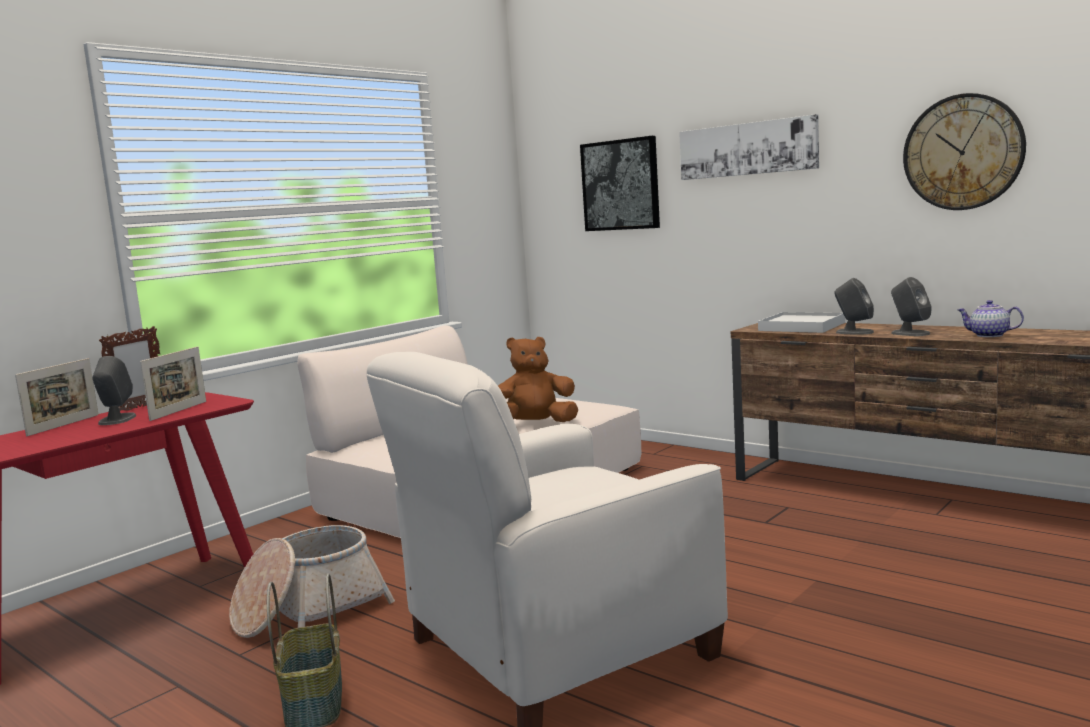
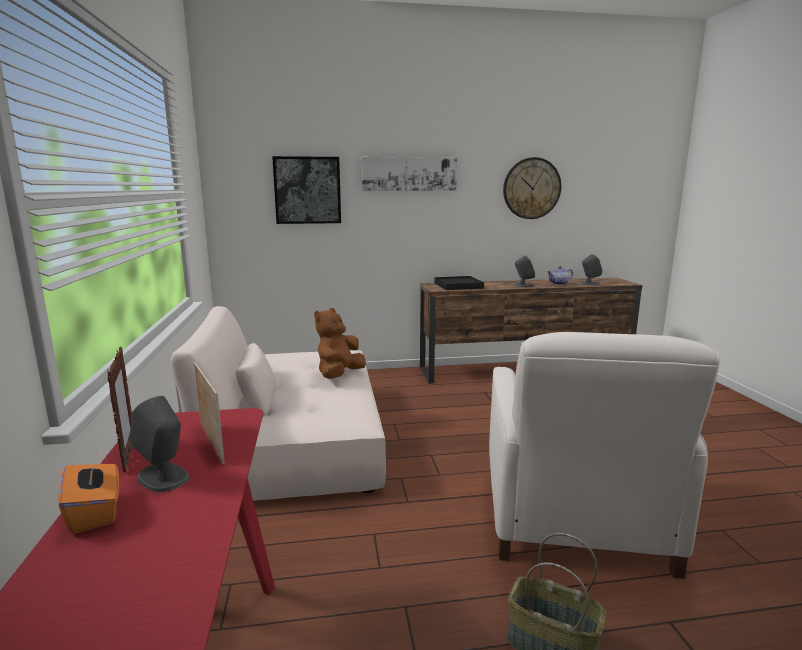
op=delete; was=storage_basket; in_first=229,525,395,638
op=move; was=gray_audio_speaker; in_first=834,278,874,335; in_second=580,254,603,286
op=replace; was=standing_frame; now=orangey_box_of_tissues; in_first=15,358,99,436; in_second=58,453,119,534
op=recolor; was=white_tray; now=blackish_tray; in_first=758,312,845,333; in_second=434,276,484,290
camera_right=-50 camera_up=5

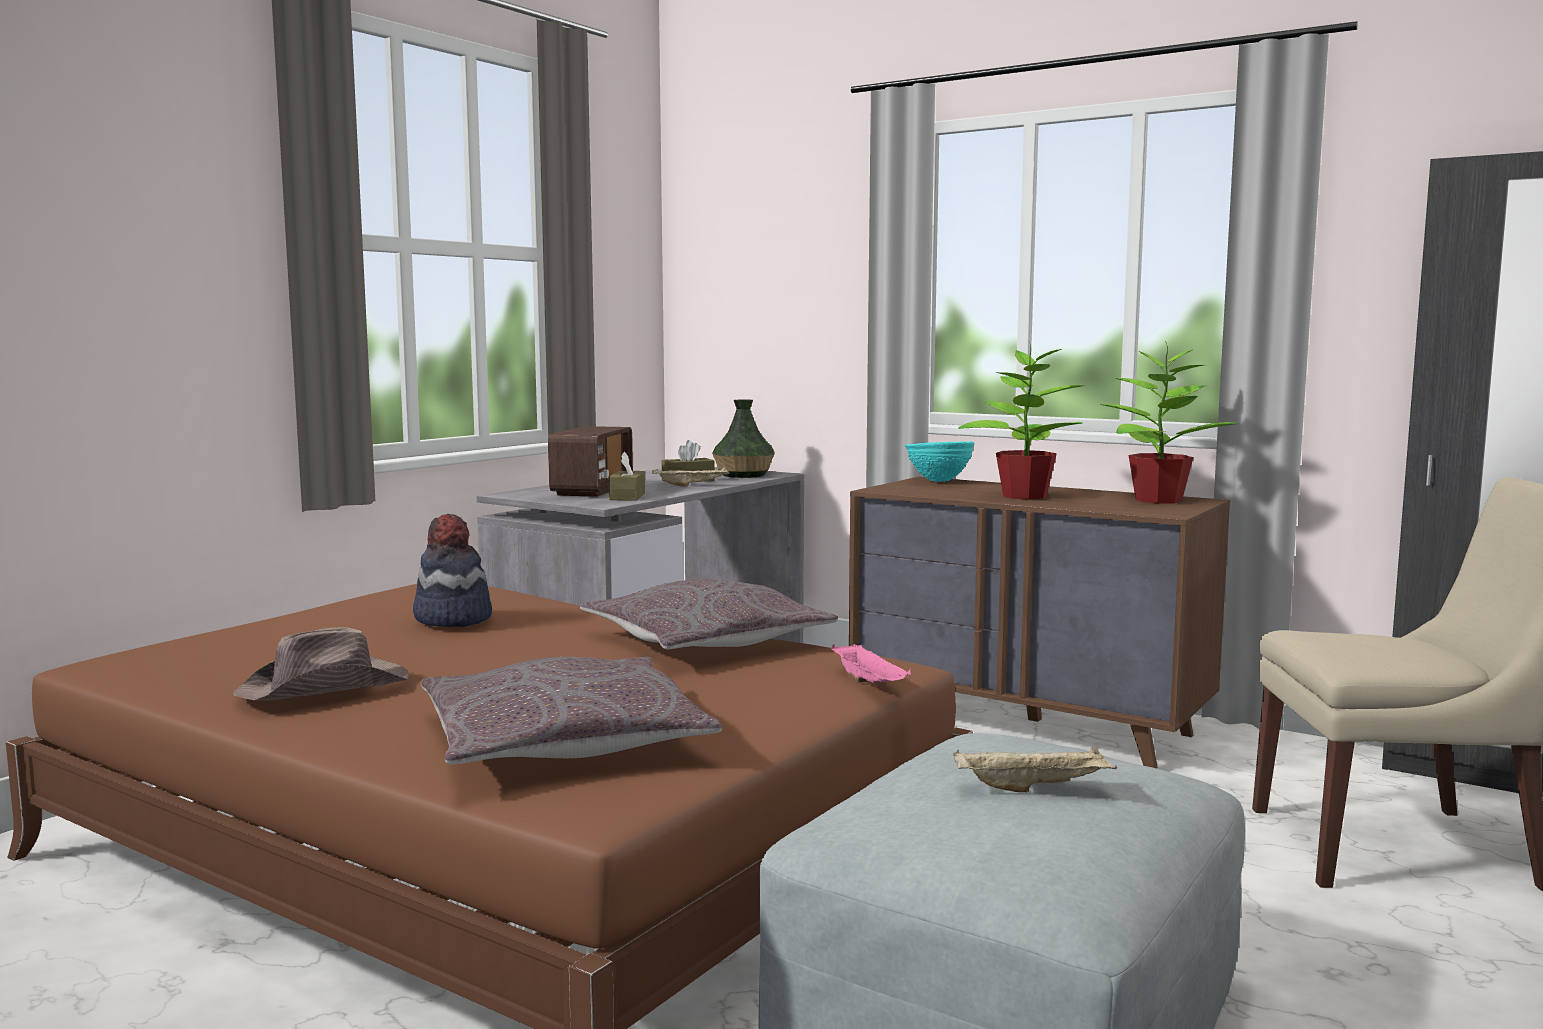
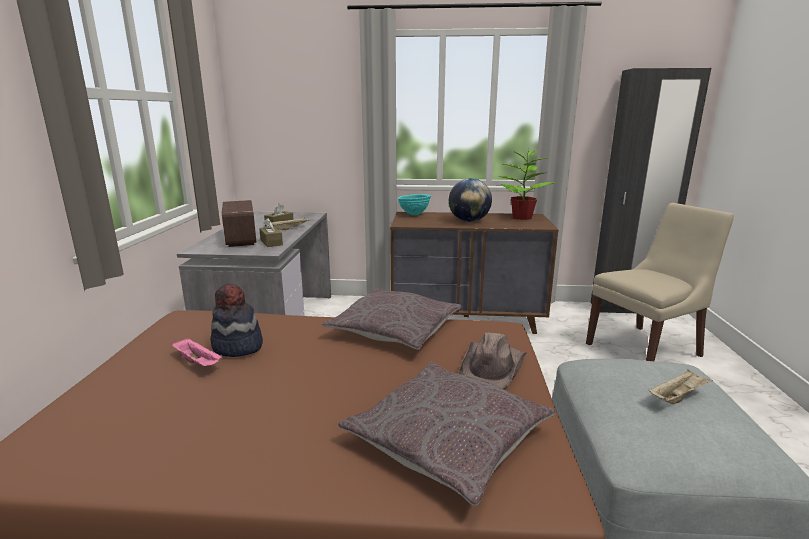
op=delete; was=decorative_vase; in_first=712,399,775,478
op=move; was=brown-coloured_wearable_hat; in_first=233,627,409,701; in_second=458,333,527,389
op=move; was=pink_tray; in_first=831,644,911,683; in_second=172,338,222,366
op=replace; was=potted_plant; now=desk_globe; in_first=958,341,1085,500; in_second=449,178,492,222
camera_right=-30 camera_up=10

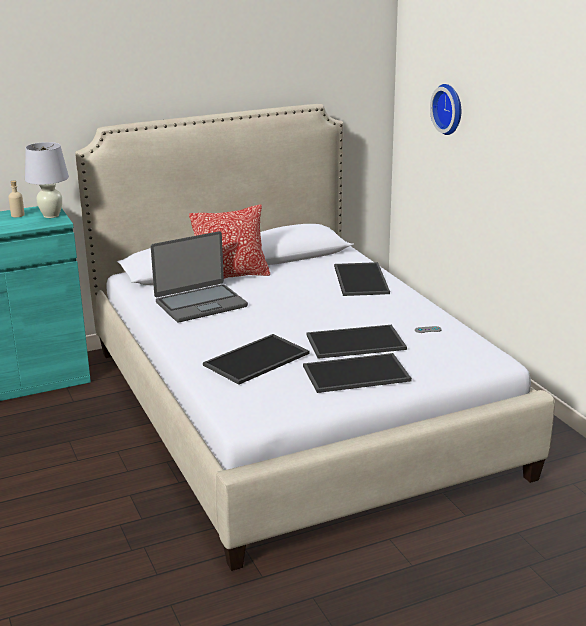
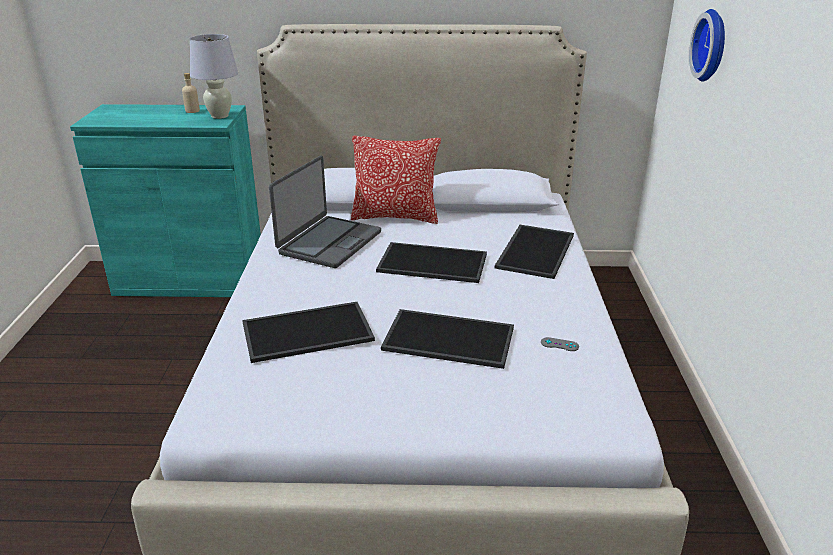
op=move; was=tray; in_first=303,353,412,393; in_second=376,242,487,283
op=rotate; was=portable_computer; in_first=151,231,248,322; in_second=269,156,381,268; clockwise=-60
camera_right=25 camera_up=5

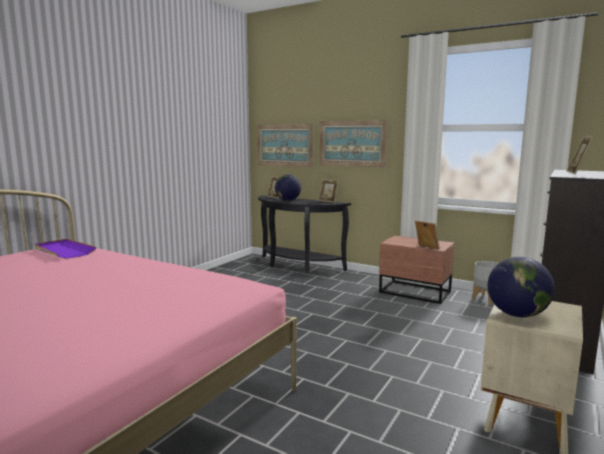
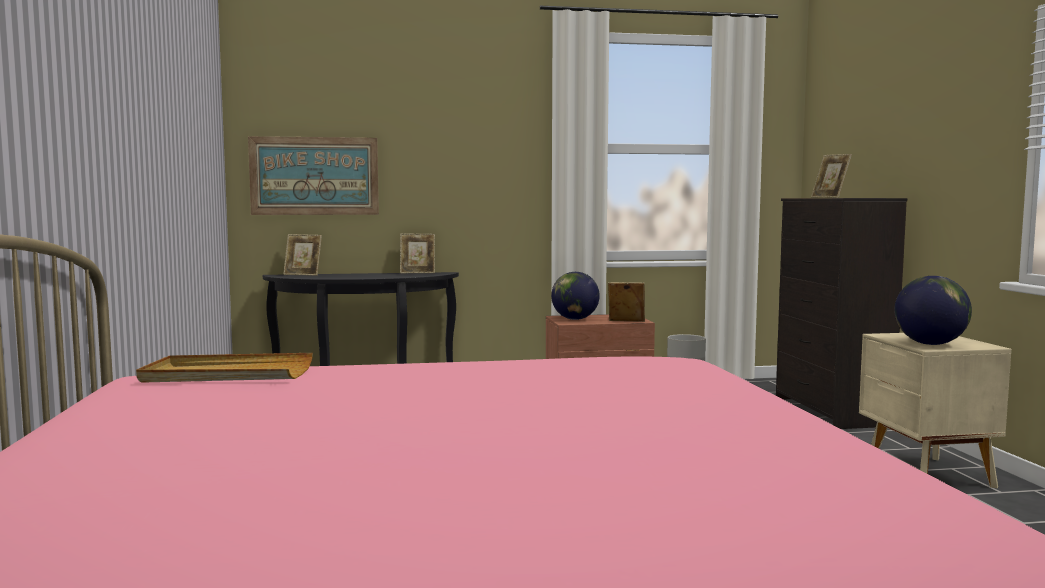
op=delete; was=wall_picture; in_first=319,120,387,168
op=move; was=desk_globe; in_first=275,174,301,201; in_second=551,272,600,320
op=recolor; was=purple-coloured_tray; now=beige_tray; in_first=34,239,96,259; in_second=136,353,313,383
camera_right=-40 camera_up=-5

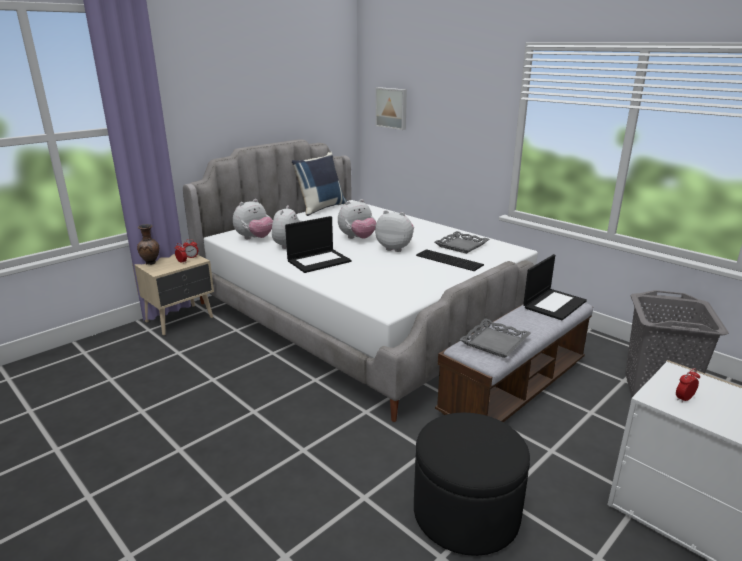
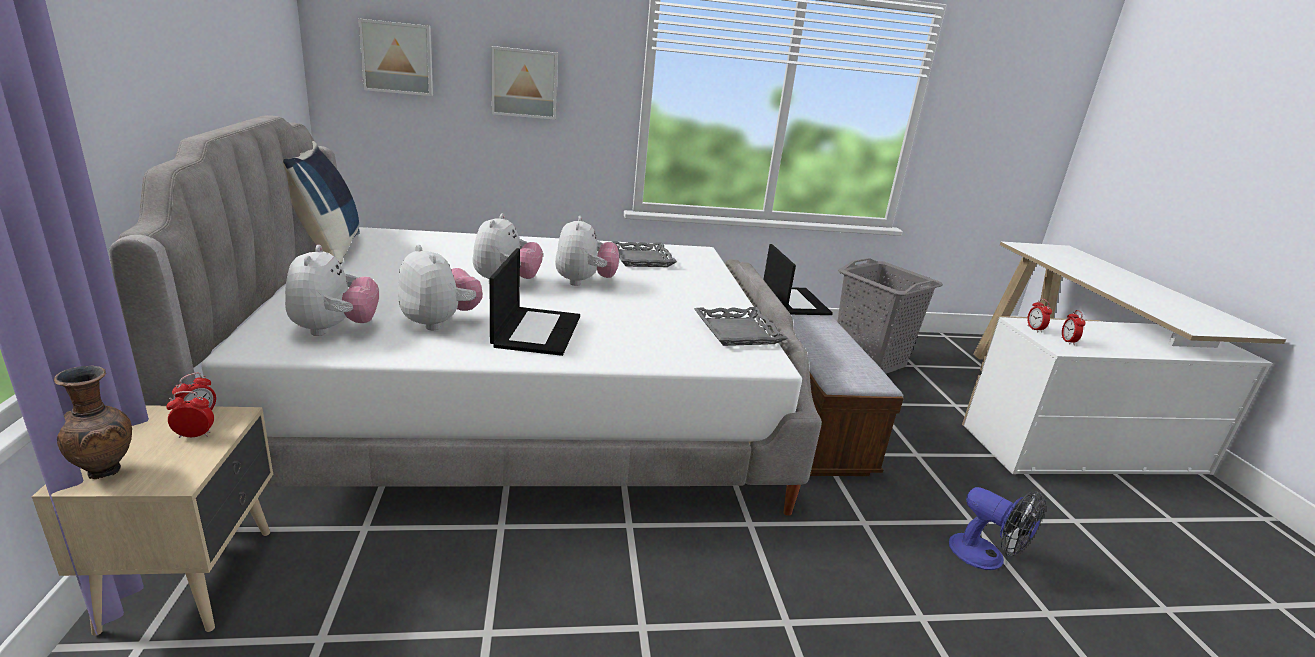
op=delete; was=keyboard; in_first=416,249,484,271
op=insert; now=wall_picture; in_second=491,46,558,120
op=insert; now=alarm_clock; in_second=1027,299,1052,333
op=move; was=gray_tray; in_first=459,318,531,358; in_second=694,307,788,346
op=replace; was=blackish_footrest; now=electric_fan; in_first=414,412,530,556; in_second=949,487,1046,570
op=rotate; was=plush_toy; in_first=375,210,414,252; in_second=555,216,619,286; clockwise=120
camera_right=-55 camera_up=0

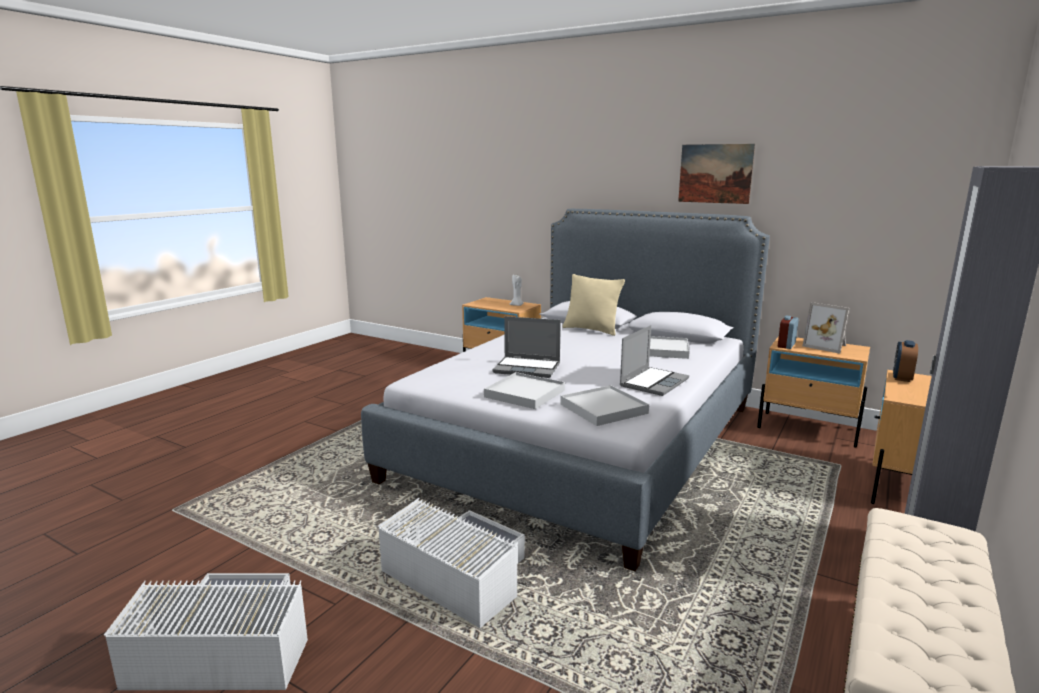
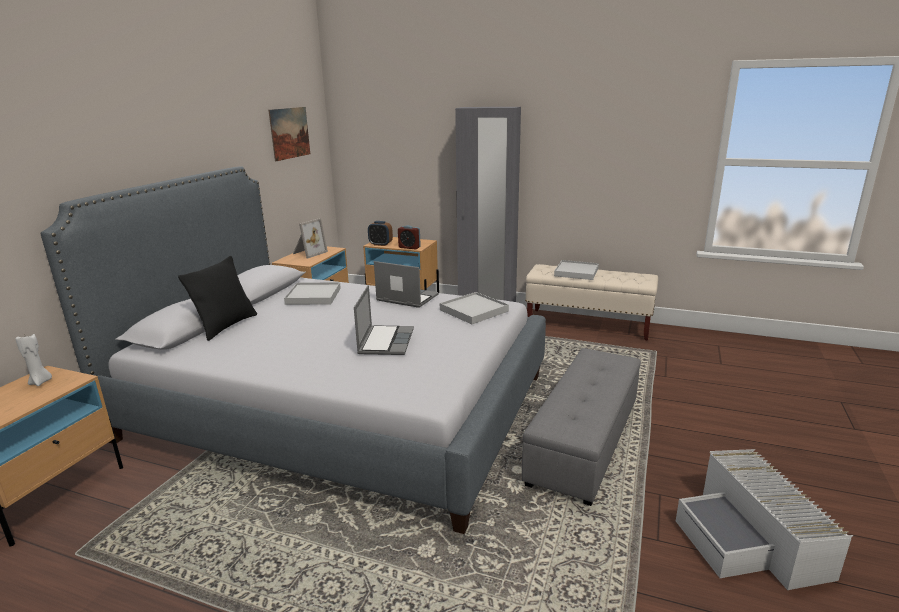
op=move; was=white_tray; in_first=484,372,565,409; in_second=554,260,599,280
op=move; was=wall_picture; in_first=678,144,755,204; in_second=268,107,310,161
op=move; was=alarm_clock; in_first=778,315,799,349; in_second=398,225,421,249
op=replace; was=white_storage_box; now=gray_footrest; in_first=378,498,525,628; in_second=522,348,641,506
op=recolor; was=beige_pillow; now=blackish_pillow; in_first=563,274,625,336; in_second=178,256,257,341
camera_right=-100 camera_up=5

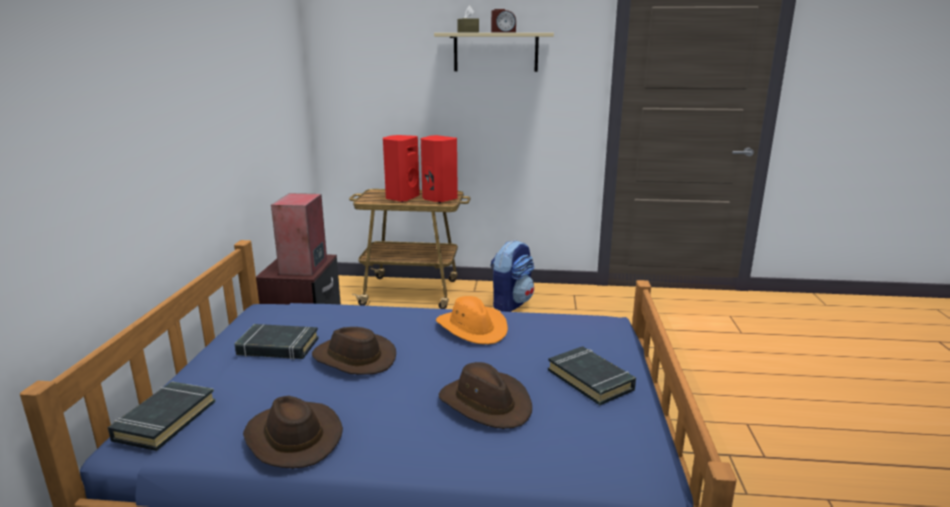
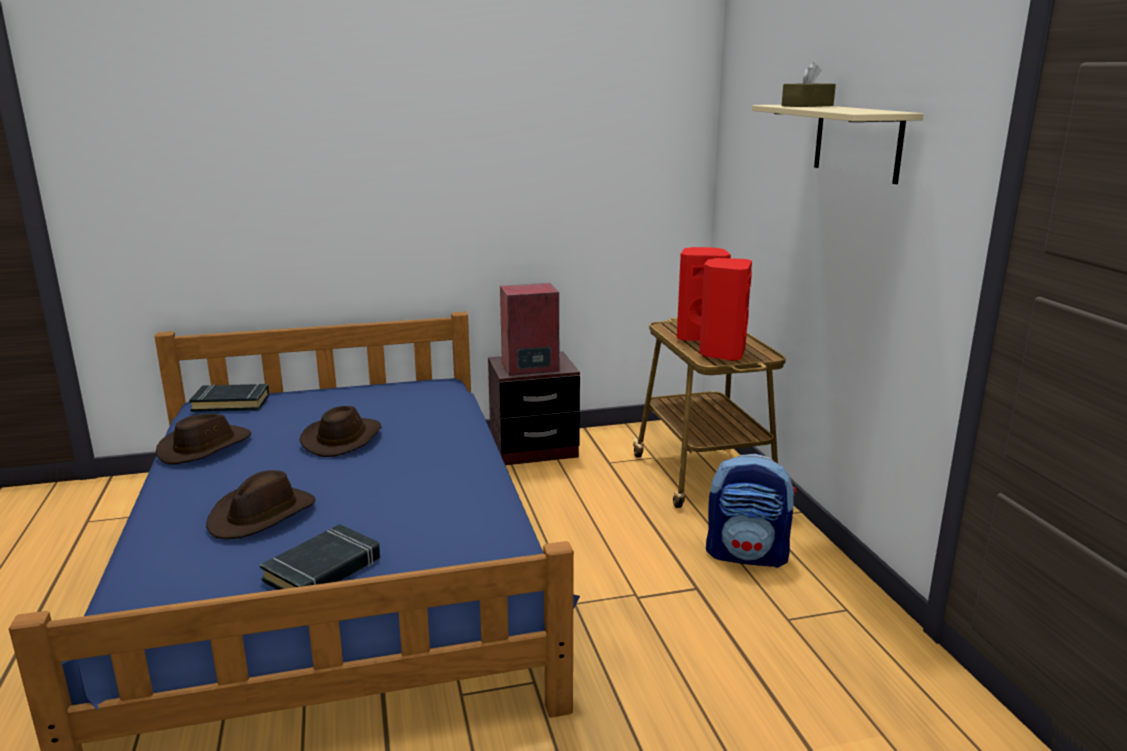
op=delete; was=blackish_volume; in_first=234,324,319,360
op=delete; was=orangey_wearable_hat; in_first=436,296,508,344
op=delete; was=alarm_clock; in_first=491,9,516,32
camera_right=70 camera_up=0

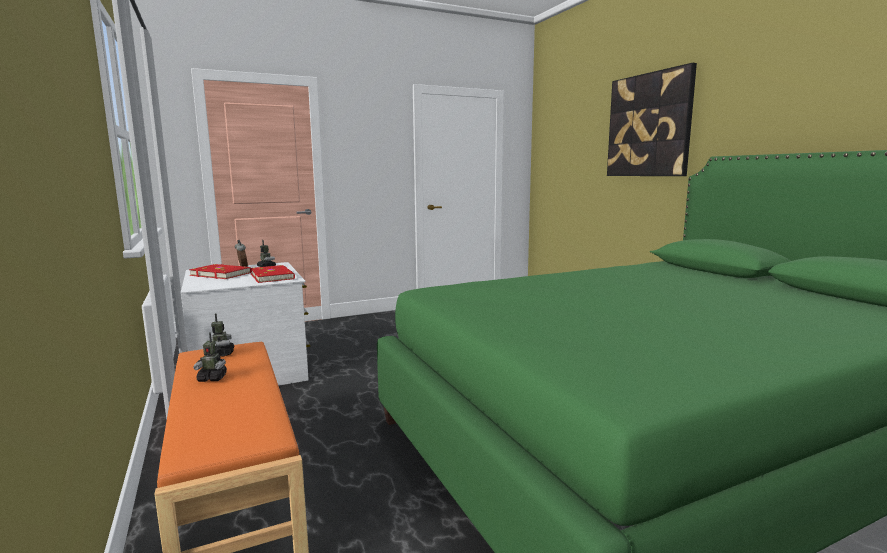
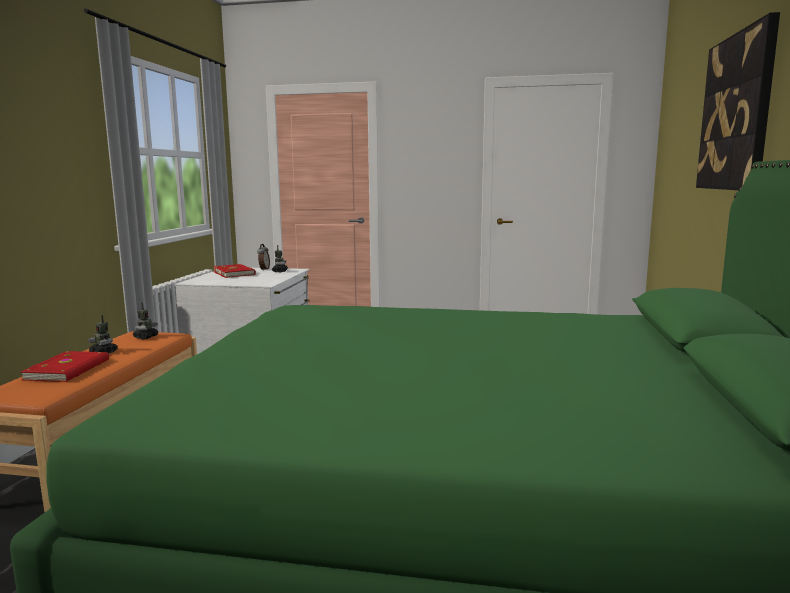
op=move; was=red-coloured_volume; in_first=250,265,295,283; in_second=20,351,109,382
camera_right=35 camera_up=0

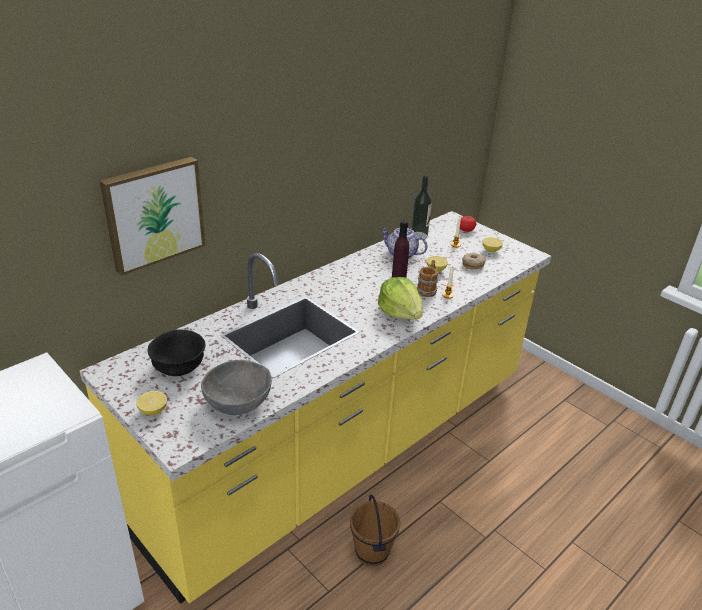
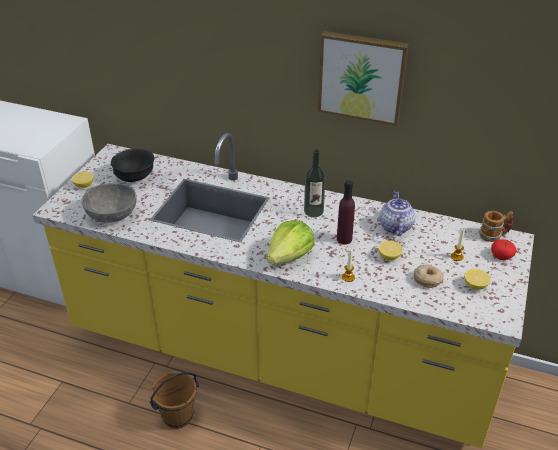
op=move; was=wall_picture; in_first=100,157,205,276; in_second=318,31,409,126
op=move; was=beverage_bottle; in_first=411,176,432,240; in_second=304,149,325,217
op=move; was=mug; in_first=417,260,438,297; in_second=479,211,513,242
camera_right=65 camera_up=5

